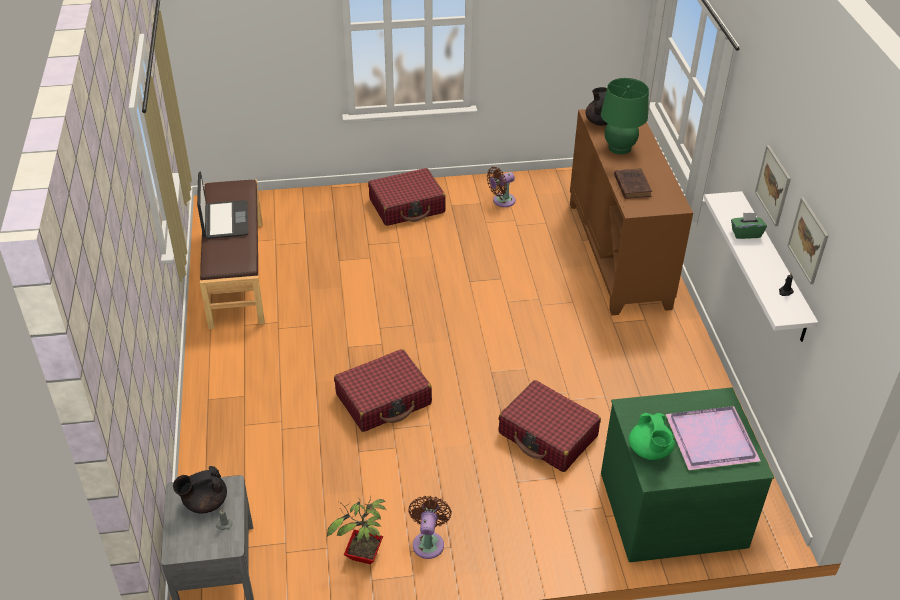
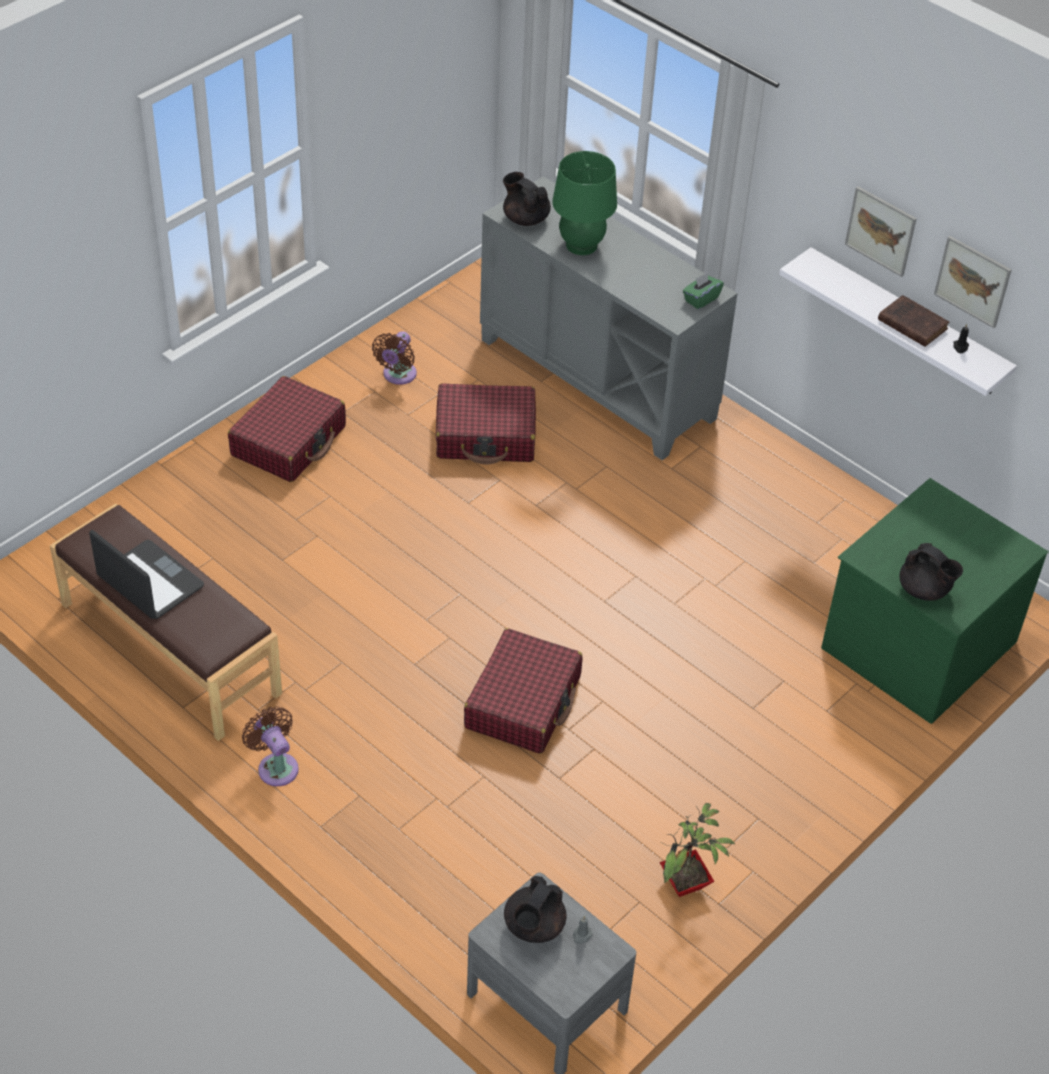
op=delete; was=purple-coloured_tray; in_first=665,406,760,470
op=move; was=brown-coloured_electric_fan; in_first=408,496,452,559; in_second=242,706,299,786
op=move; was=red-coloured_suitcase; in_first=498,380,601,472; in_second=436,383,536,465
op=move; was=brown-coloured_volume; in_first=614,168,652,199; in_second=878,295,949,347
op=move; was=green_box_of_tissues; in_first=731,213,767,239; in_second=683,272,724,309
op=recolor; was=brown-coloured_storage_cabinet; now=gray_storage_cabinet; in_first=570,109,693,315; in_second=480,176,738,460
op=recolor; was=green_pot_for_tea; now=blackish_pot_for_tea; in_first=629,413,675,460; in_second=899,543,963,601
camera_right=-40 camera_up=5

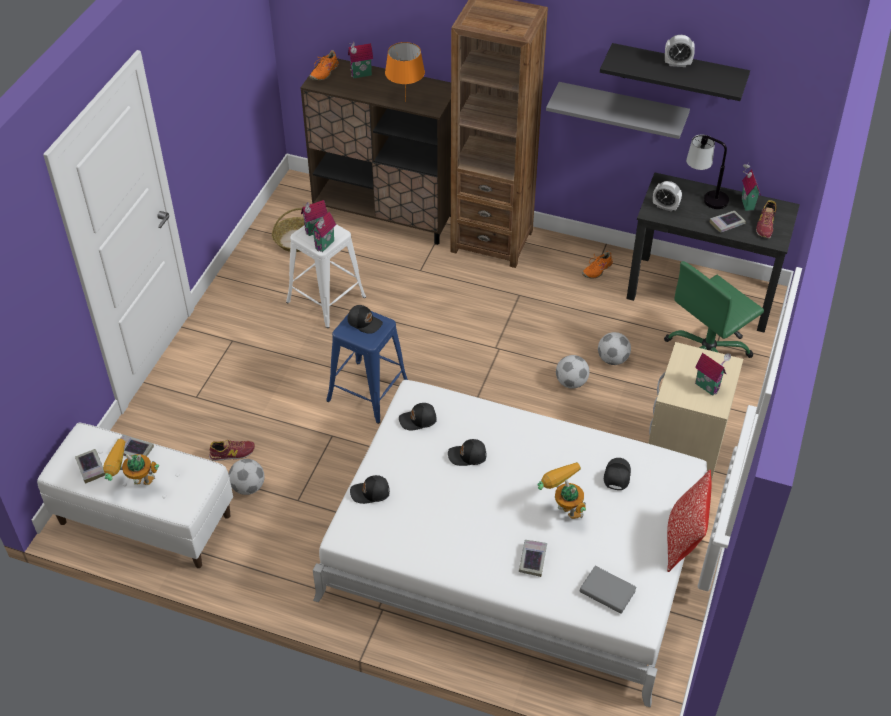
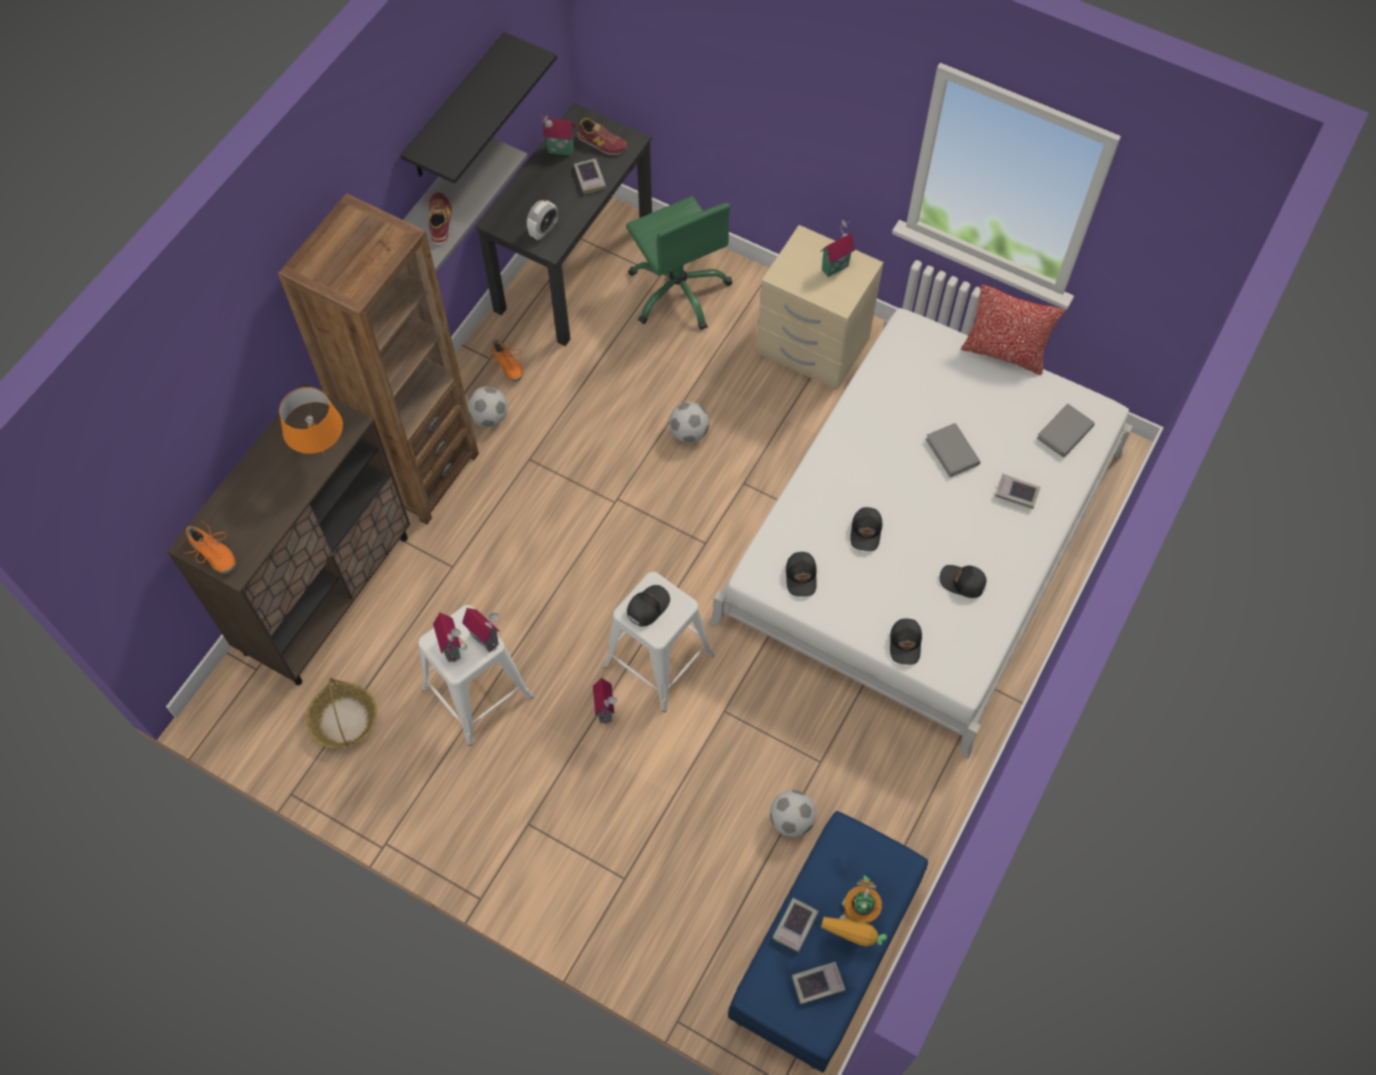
op=delete; was=alarm_clock; in_first=665,35,695,67
op=delete; was=lamp_for_a_table; in_first=686,135,729,209
op=move; was=shoe; in_first=209,440,255,461; in_second=429,192,452,245
op=move; was=toy_house; in_first=348,42,373,79; in_second=593,678,617,724
op=move; was=football_ball; in_first=598,332,631,365; in_second=467,386,508,427
op=move; was=blackish_cap; in_first=604,458,631,490; in_second=939,565,987,598
op=replace; was=robot_figure; now=gray_volume; in_first=538,462,586,519; in_second=926,423,981,477
op=recolor; was=white_long_seat; now=bluish_long_seat; in_first=37,423,233,568; in_second=728,811,928,1072
op=recolor; was=bluish_stool_seat; now=white_stool_seat; in_first=326,311,408,424; in_second=603,572,714,712
camera_right=-80 camera_up=15

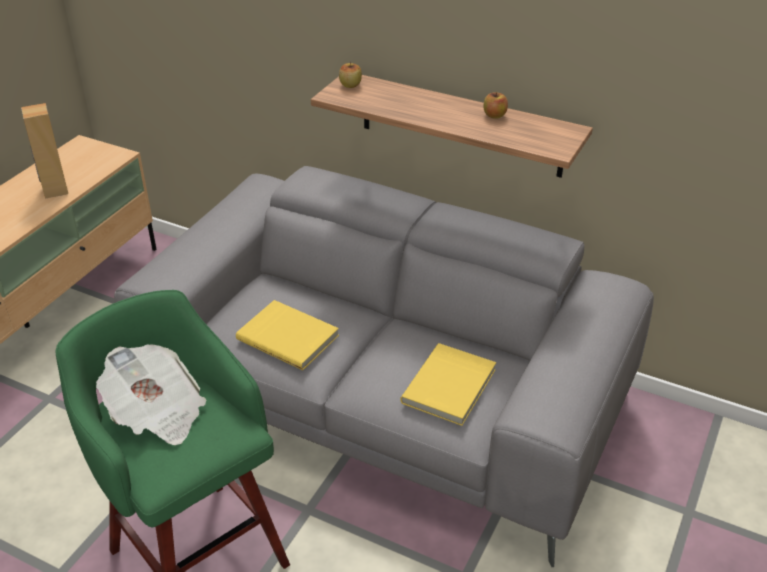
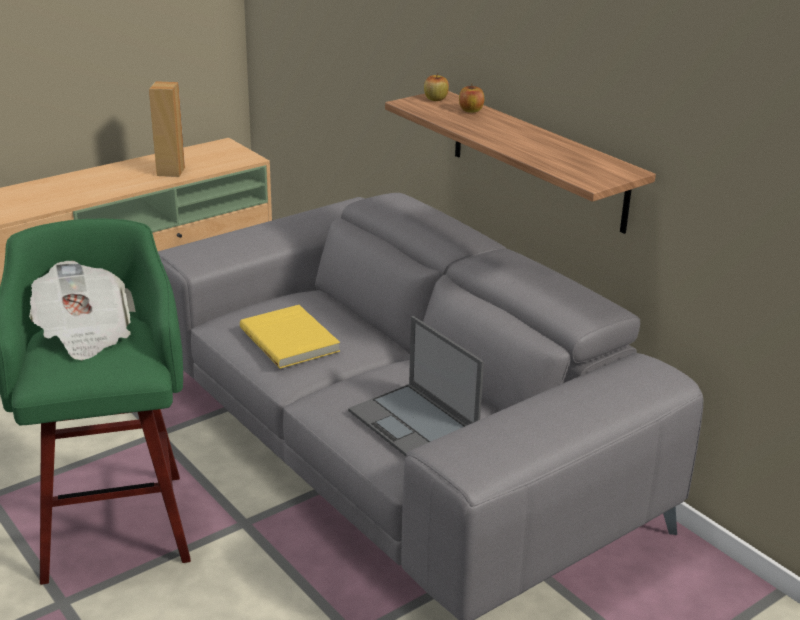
op=move; was=apple_fruit; in_first=484,92,508,119; in_second=459,84,484,113
op=replace; was=yellowish_volume; now=portable_computer; in_first=400,343,496,426; in_second=348,316,484,456
camera_right=25 camera_up=-10

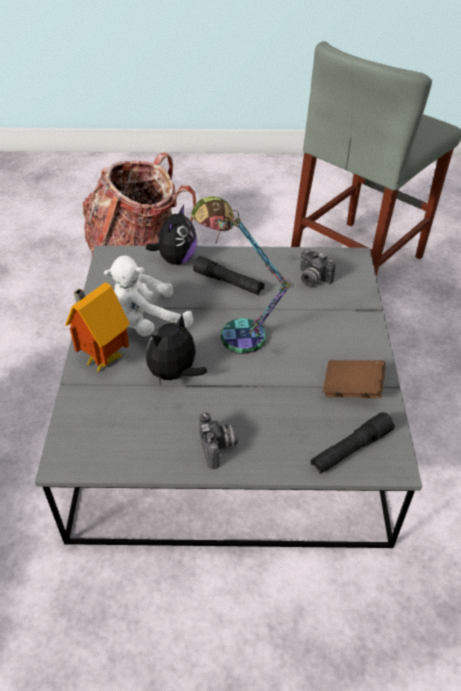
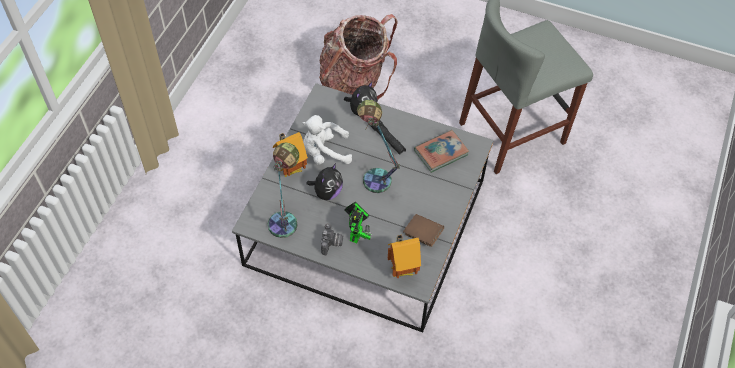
op=insert; now=lamp_for_a_table; in_second=268,143,299,238
op=insert; now=robot_figure; in_second=344,202,372,243
op=replace; was=photo_camera; now=volume; in_first=300,249,336,287; in_second=414,130,469,173
op=replace; was=blackish_flashlight; now=toy_house; in_first=311,412,395,474; in_second=388,234,421,278
op=rotate; was=plush_toy; in_first=146,314,207,385; in_second=306,163,343,200; clockwise=150
camera_right=20 camera_up=10

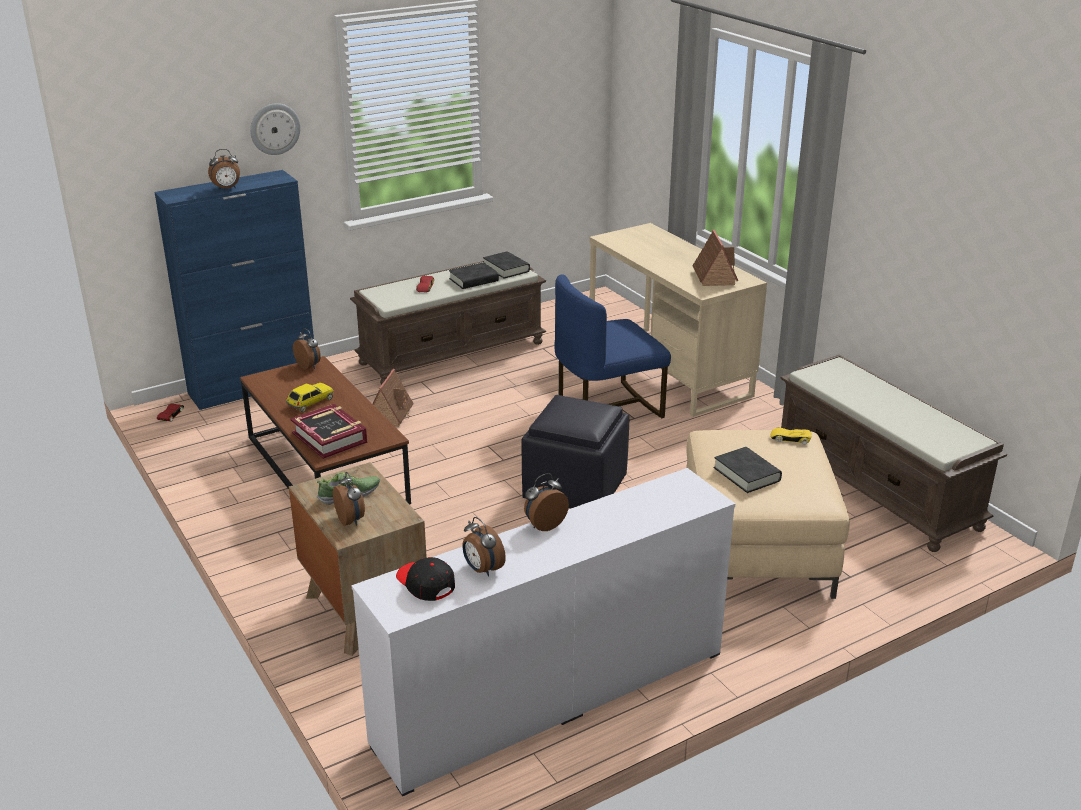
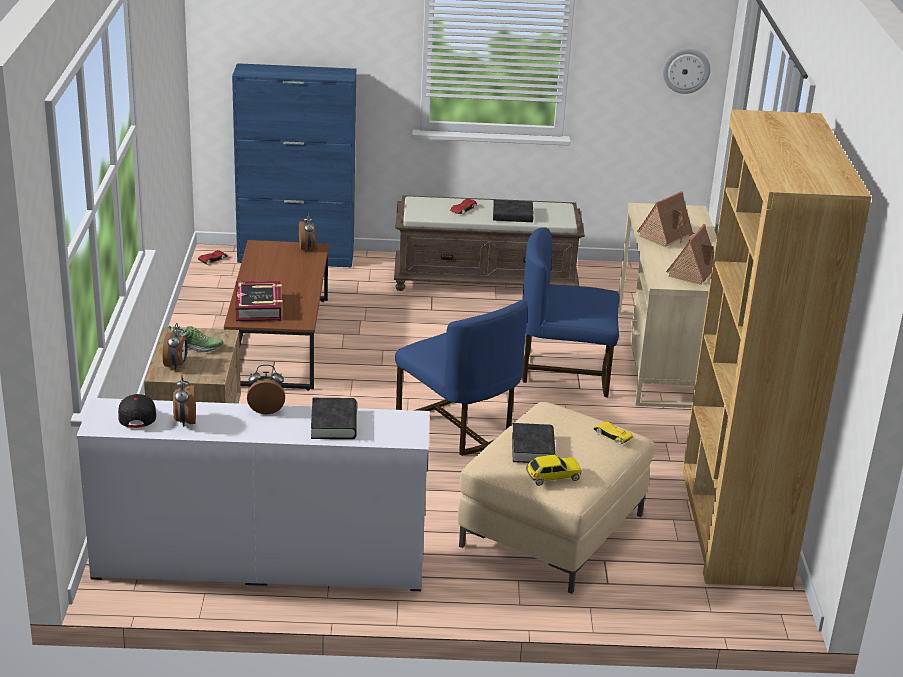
op=delete; was=alarm_clock; in_first=208,149,240,190
op=move; was=hanging_clock; in_first=250,103,300,155; in_second=663,48,711,94
op=move; was=model_car; in_first=286,383,334,412; in_second=526,455,582,486
op=move; was=toy_house; in_first=373,369,414,427; in_second=637,191,694,247
op=move; was=blackish_volume; in_first=483,251,530,279; in_second=311,398,357,439
op=replace; was=blackish_footrest; now=bluish_upright_chair; in_first=521,395,629,508; in_second=395,299,527,456
op=replace; was=brown-coloured_long_seat; now=brown-coloured_shelving_unit; in_first=780,355,1007,552; in_second=682,110,872,587
camera_right=30 camera_up=0

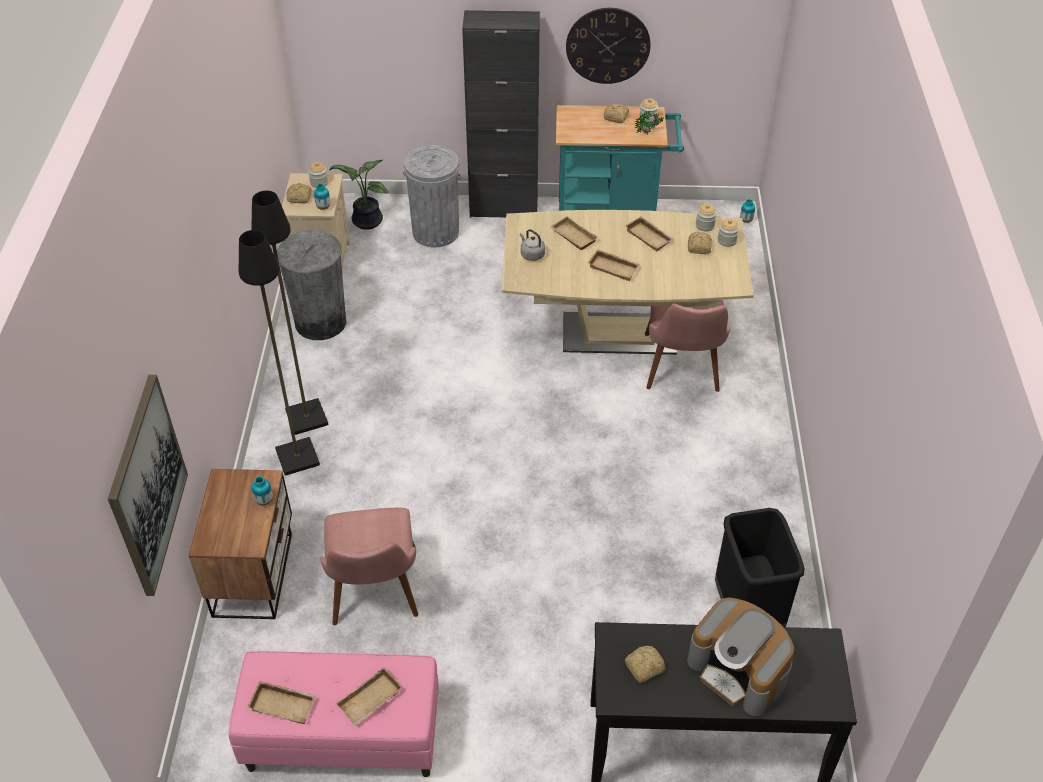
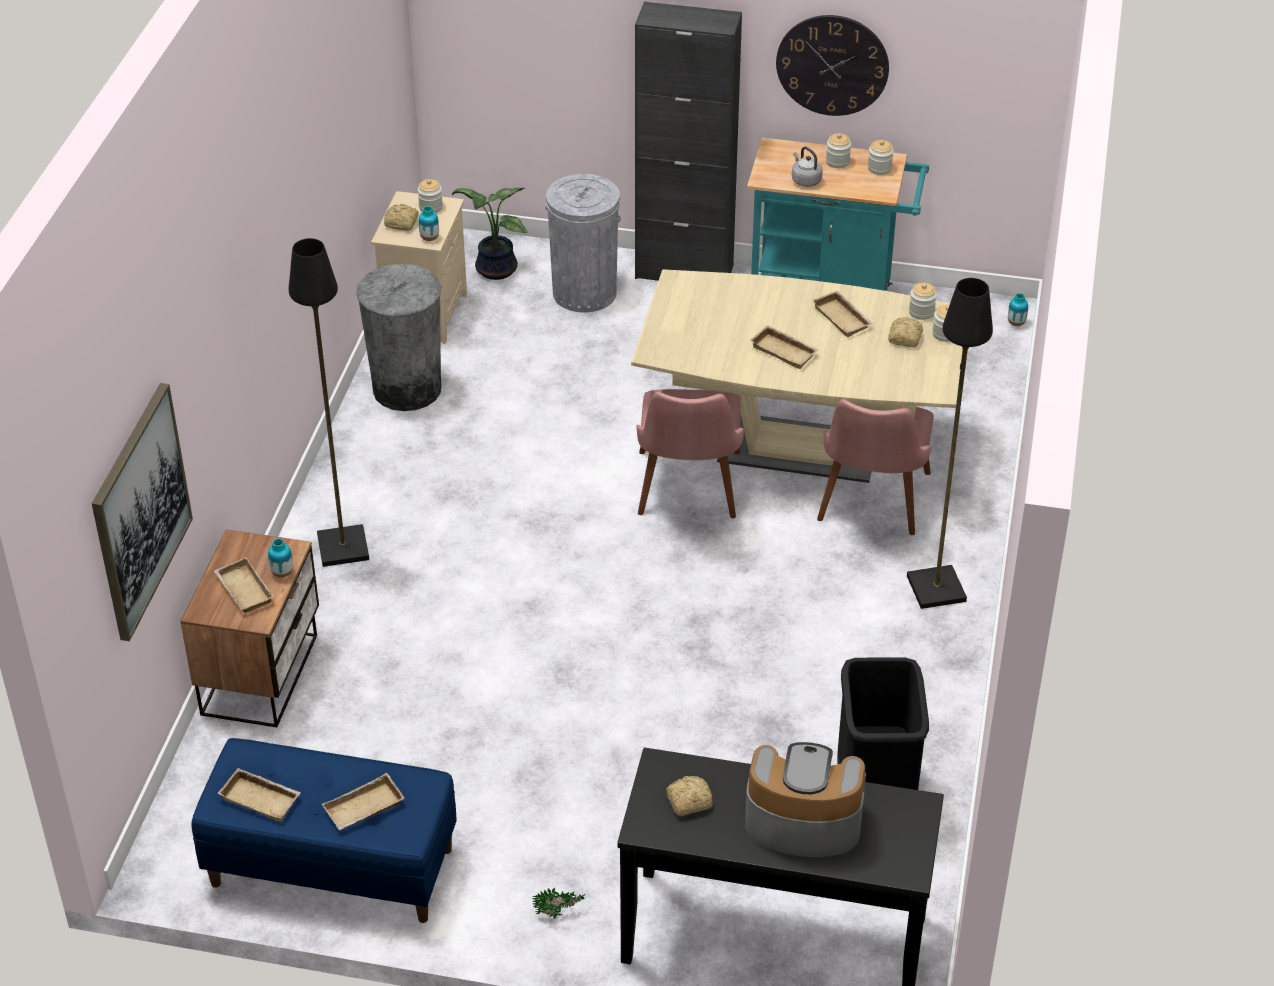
op=move; was=blackish_floor_lamp; in_first=251,191,329,435; in_second=907,278,993,609
op=move; was=pink_upright_chair; in_first=320,508,418,625; in_second=636,389,744,518
op=move; was=gray_kettle; in_first=520,229,545,261; in_second=792,147,823,187
op=move; was=beige_tray; in_first=550,216,598,250; in_second=214,557,274,613
op=move; was=potted_plant; in_first=635,110,664,134; in_second=532,887,585,919
op=replace; was=baked_bread; now=storage_jar; in_first=604,103,629,123; in_second=826,133,851,168
op=recolor; was=pink_long_seat; now=bluish_long_seat; in_first=229,651,439,777; in_second=192,738,457,923
op=rotate; was=coffee_maker; in_first=687,598,794,716; in_second=745,742,866,857; clockwise=135
camera_right=10 camera_up=-5

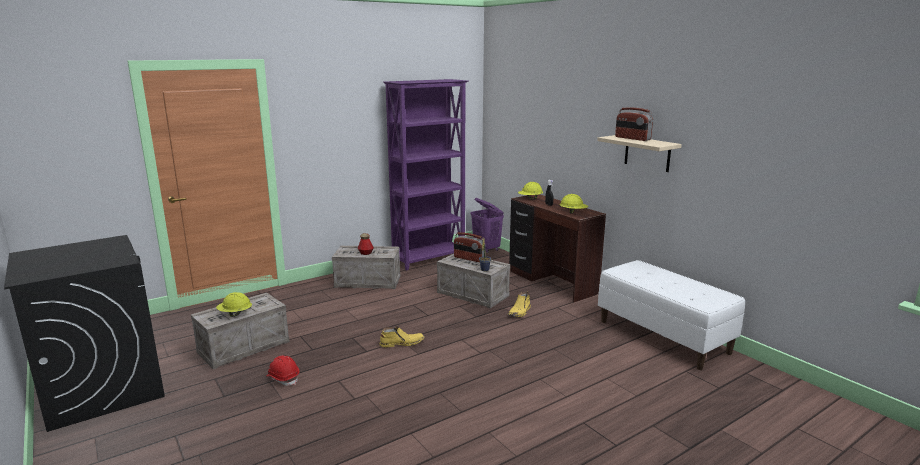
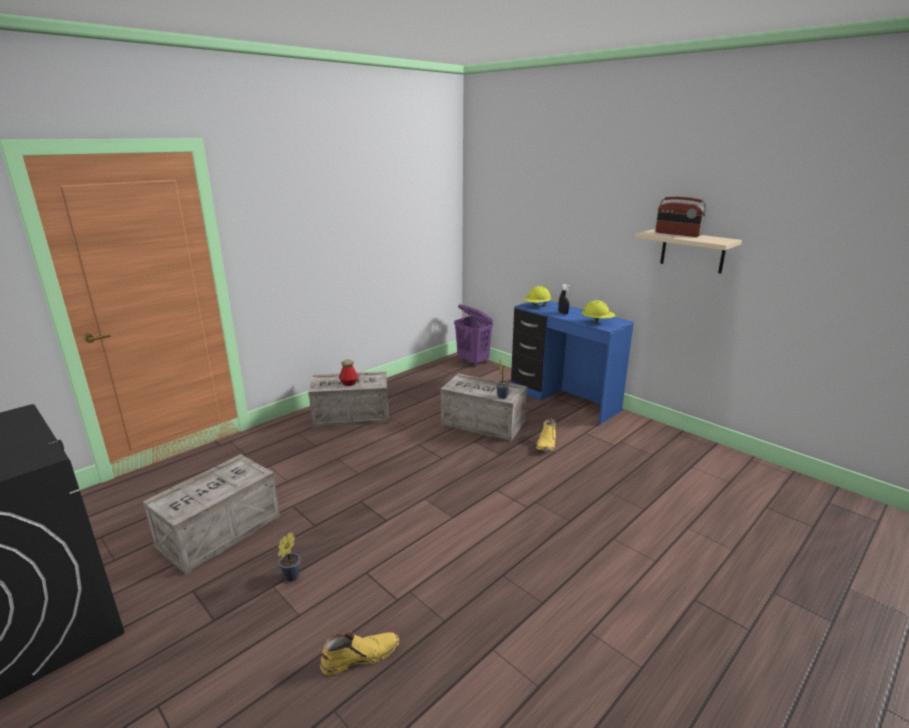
op=delete; was=yellowish_hard_hat; in_first=216,292,252,317
op=delete; was=purple-coloured_shelving_unit; in_first=383,79,468,270
op=delete; was=radio; in_first=454,232,485,262
op=delete; was=white_long_seat; in_first=598,260,745,370
op=move; was=yellowish_tall_boot; in_first=379,326,424,347; in_second=320,631,399,675
op=replace; was=red-coloured_hard_hat; now=potted_plant; in_first=267,355,299,386; in_second=278,533,300,582
op=recolor; was=brown-coloured_desk_unit; now=bluish_desk_unit; in_first=509,194,606,303; in_second=511,301,634,425
camera_right=-10 camera_up=5

